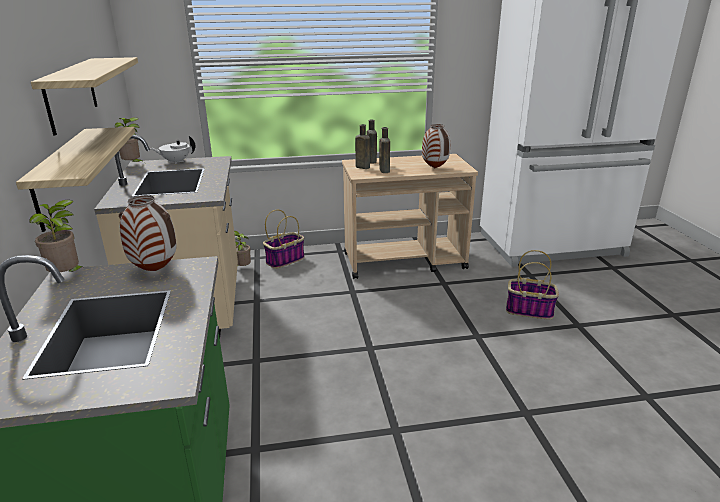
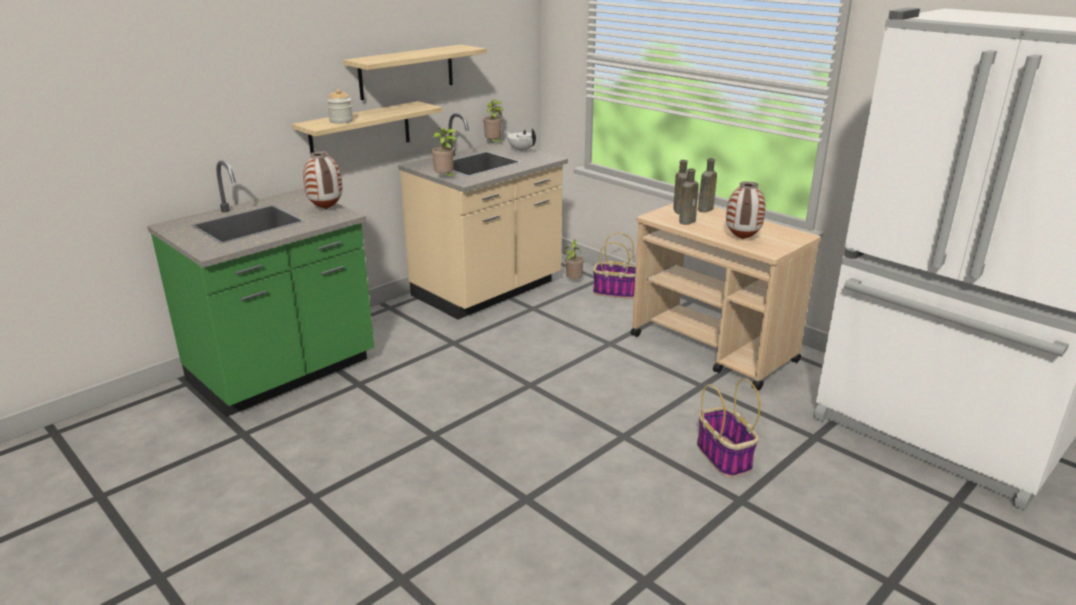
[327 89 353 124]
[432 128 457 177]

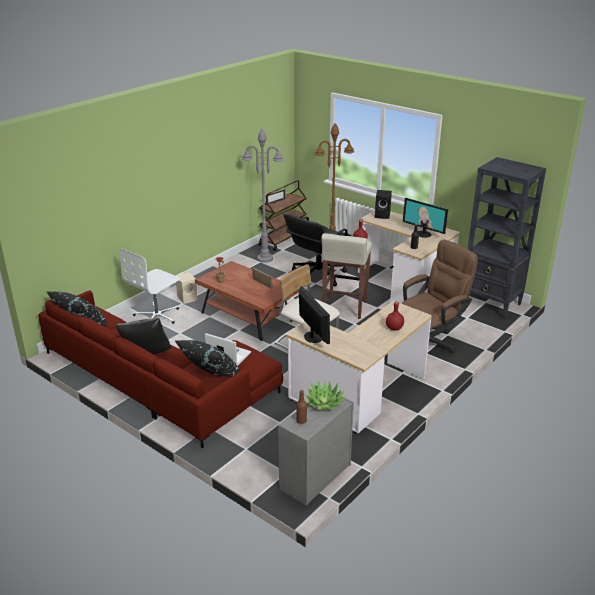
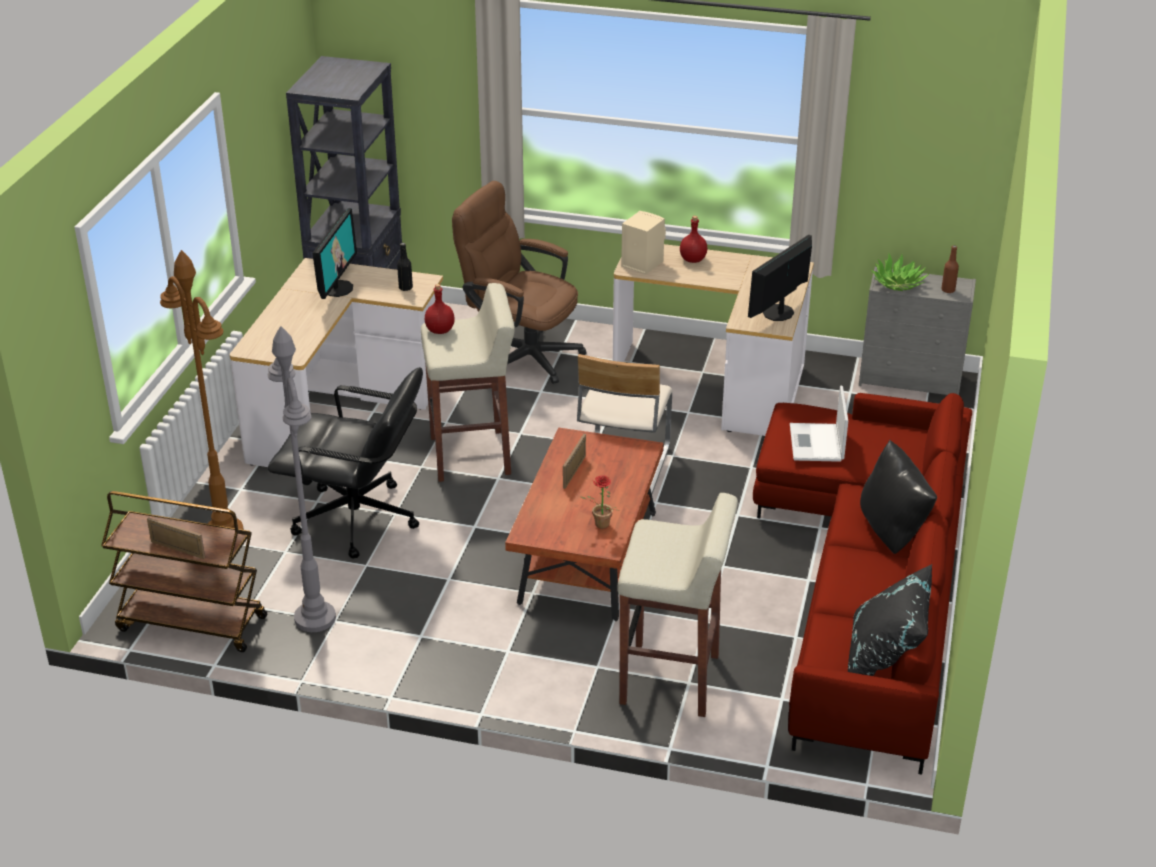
[617 493 738 717]
[621 211 666 274]
[174 340 240 377] (first image)
[375 190 392 219] (first image)

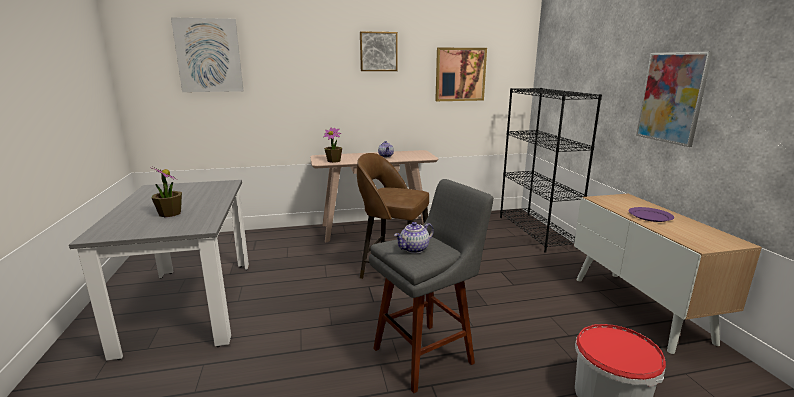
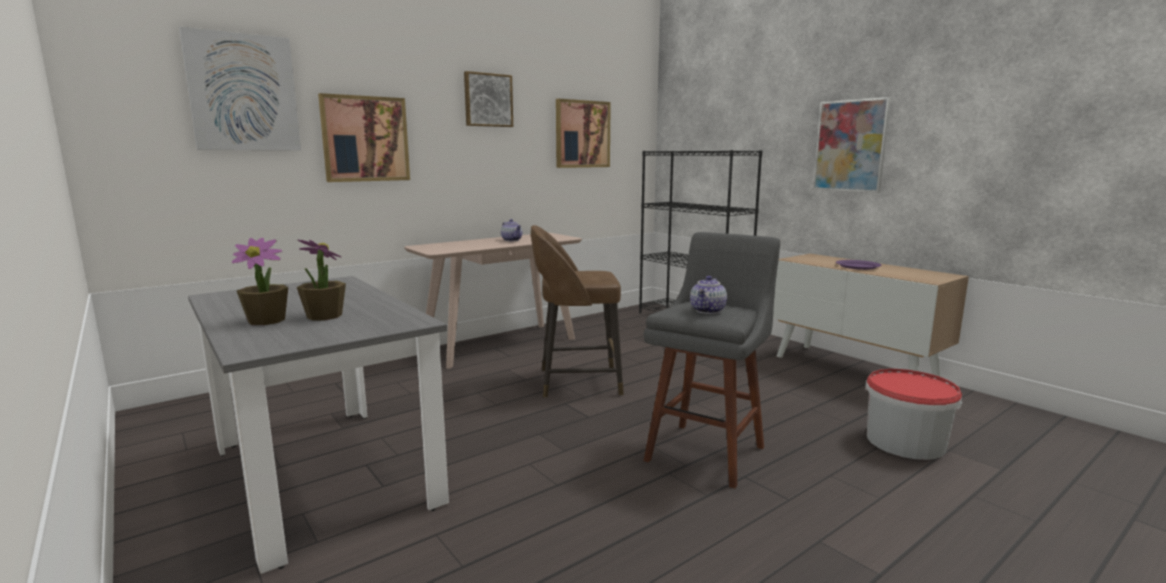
[231 238 288 325]
[318 93 410 182]

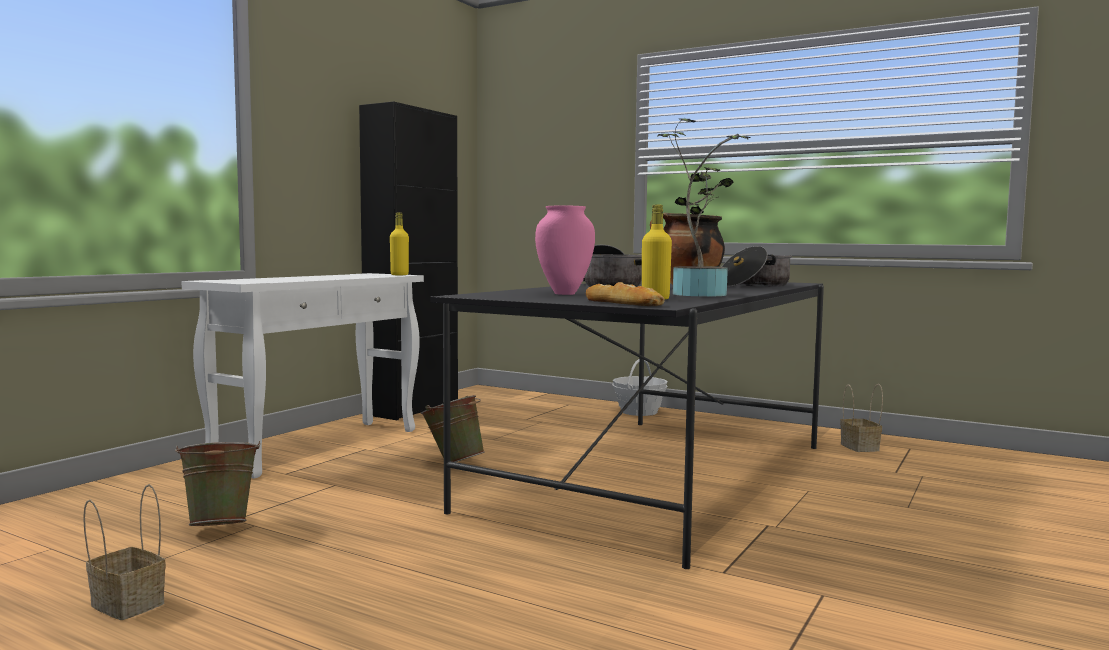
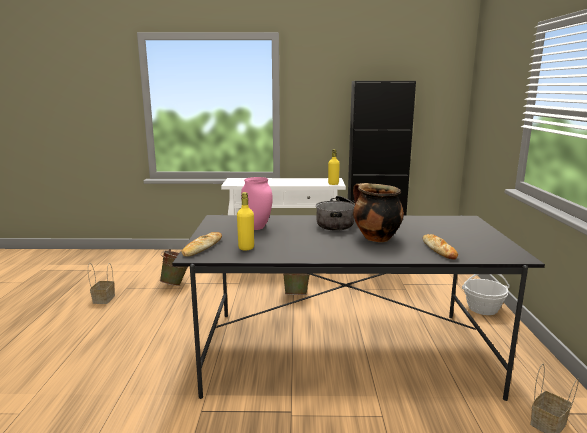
[423 234 458 260]
[657 118 750 296] (first image)

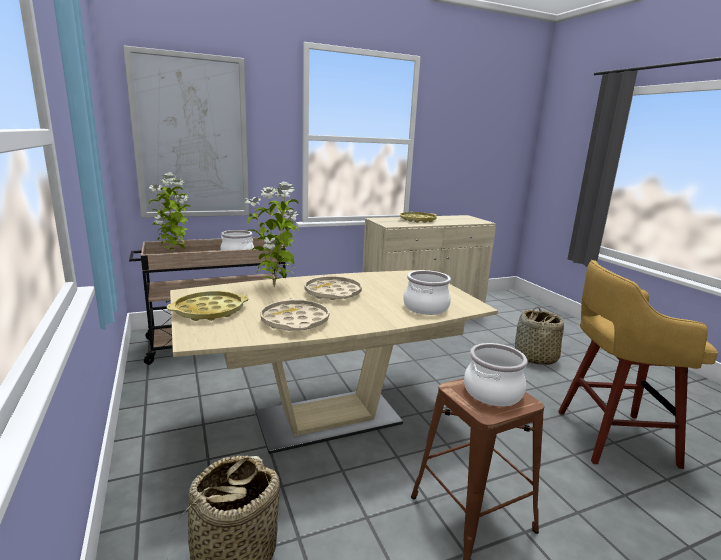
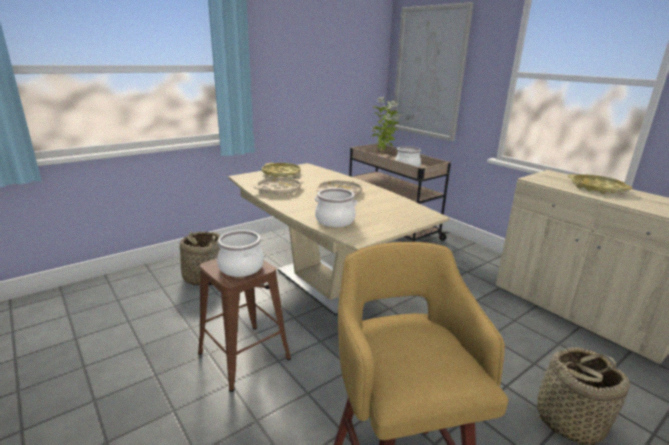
[244 182 299 287] (first image)

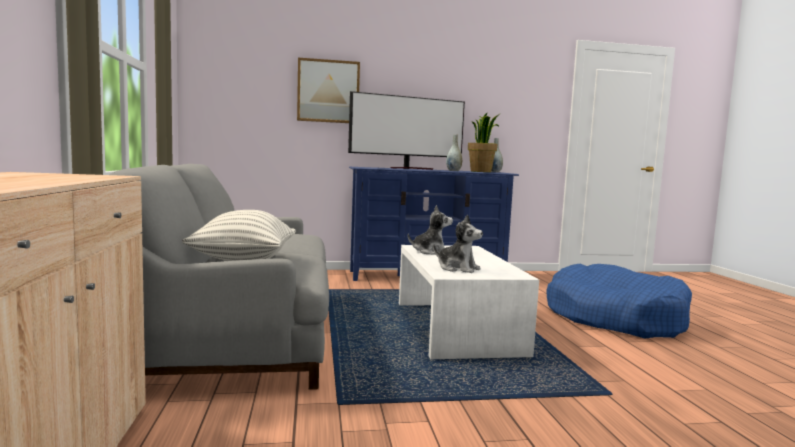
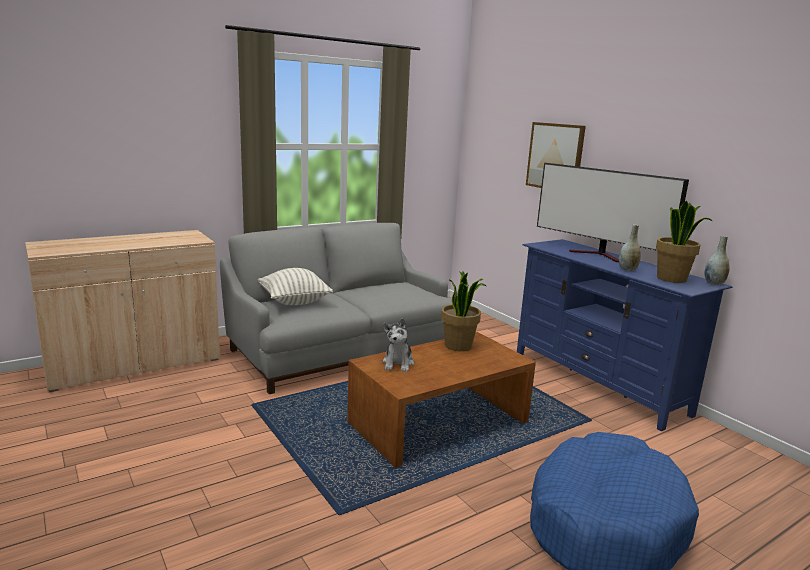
[347 332 536 468]
[441 271 486 351]

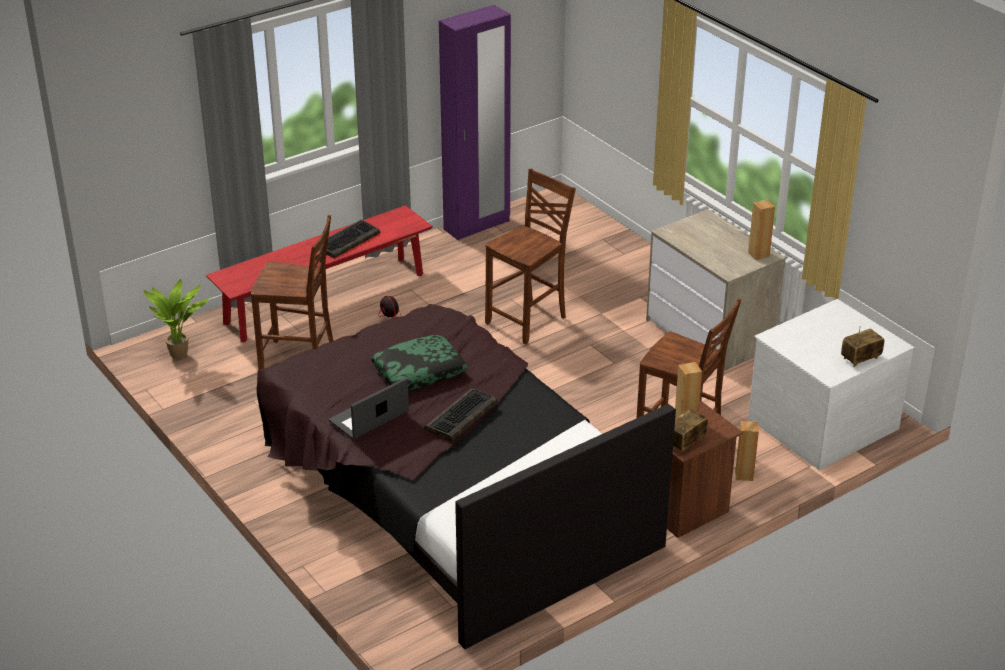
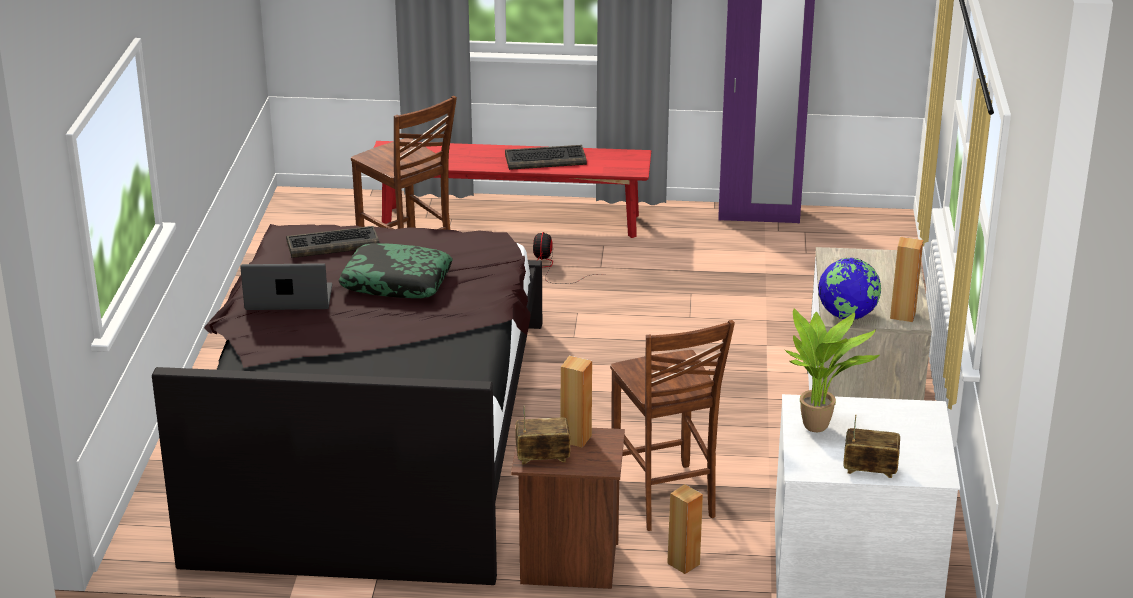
[286 226 379 258]
[785 309 879 432]
[818 258 881 320]
[485 168 576 344] (first image)

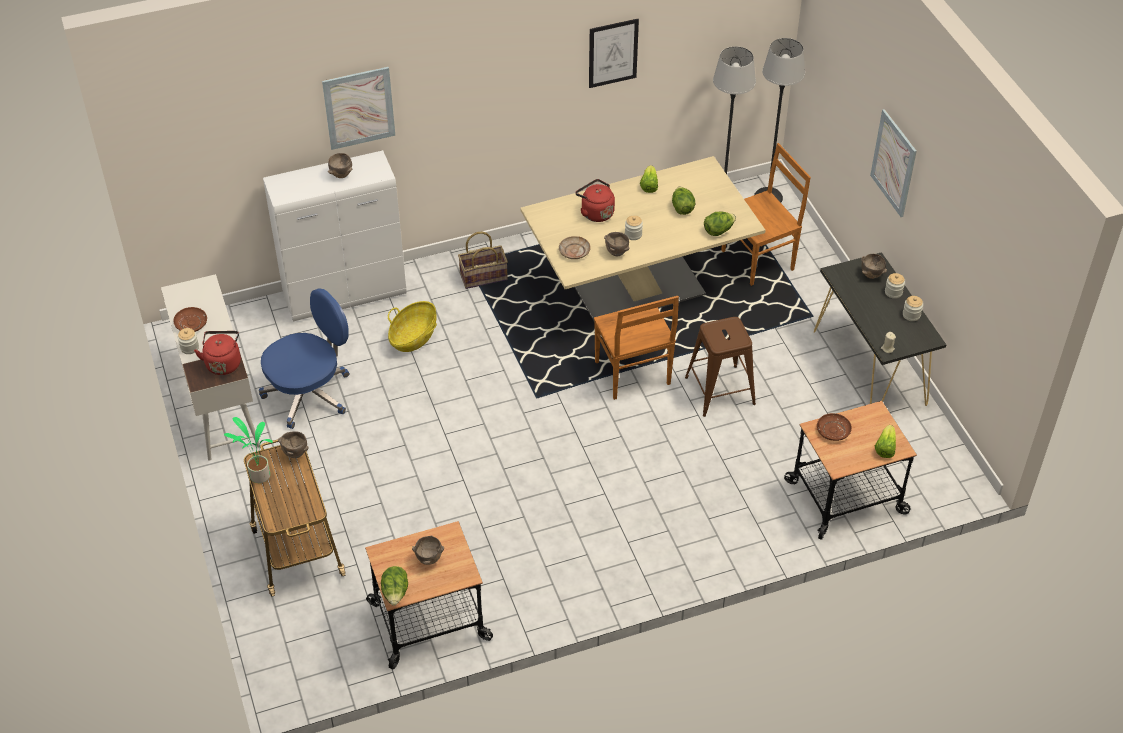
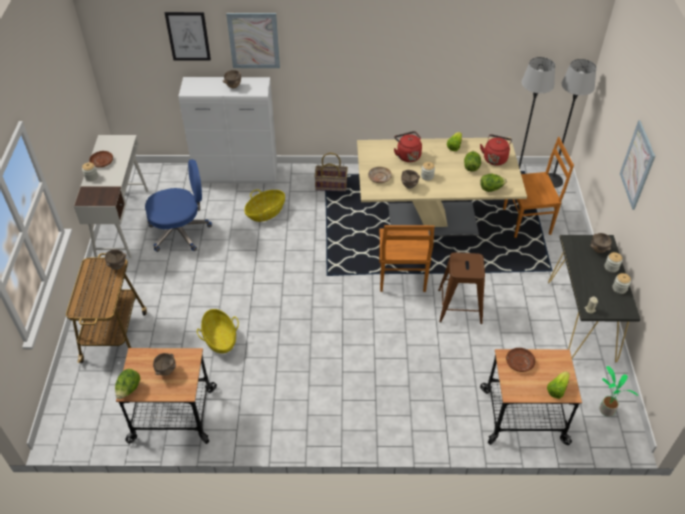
[165 12 211 60]
[197 309 239 354]
[480 134 512 166]
[600 366 638 417]

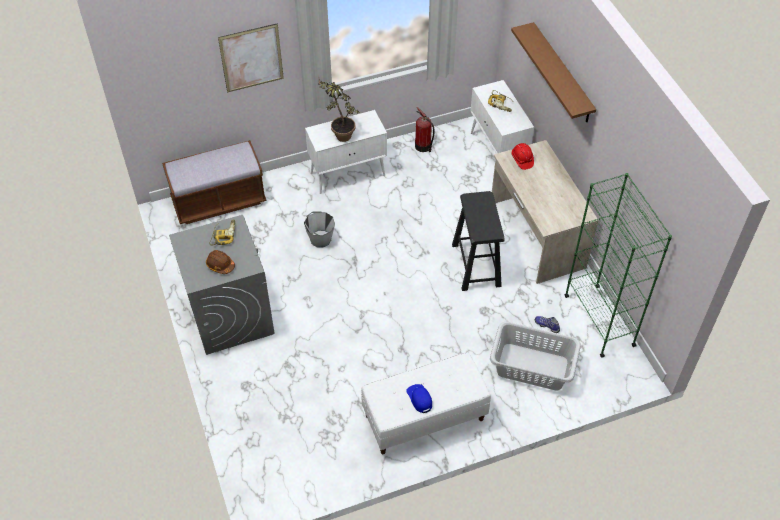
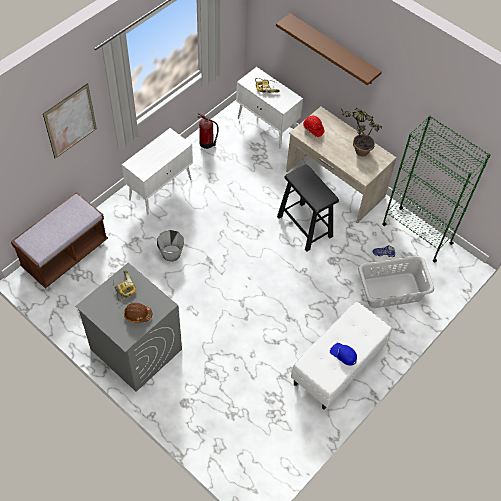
[341 108 382 156]

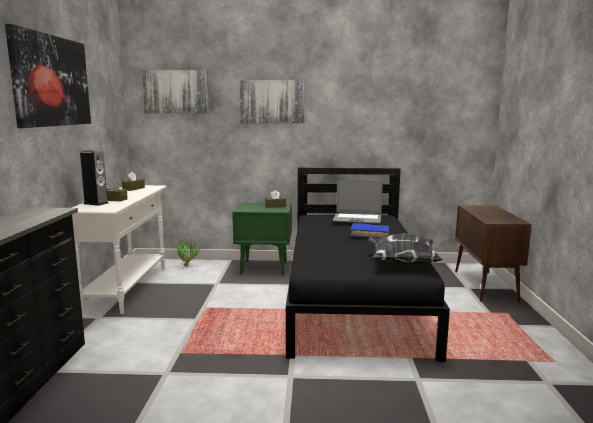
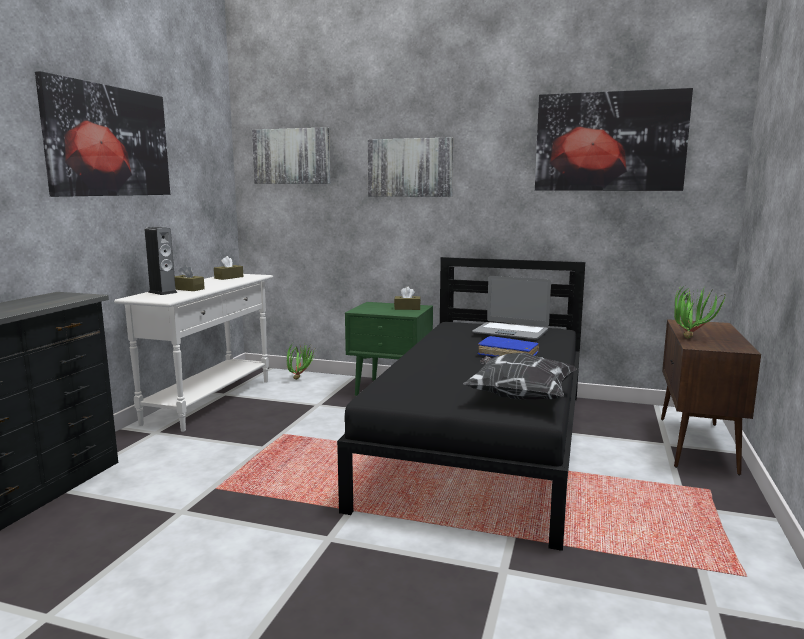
[535 88 693 191]
[674 284 726 339]

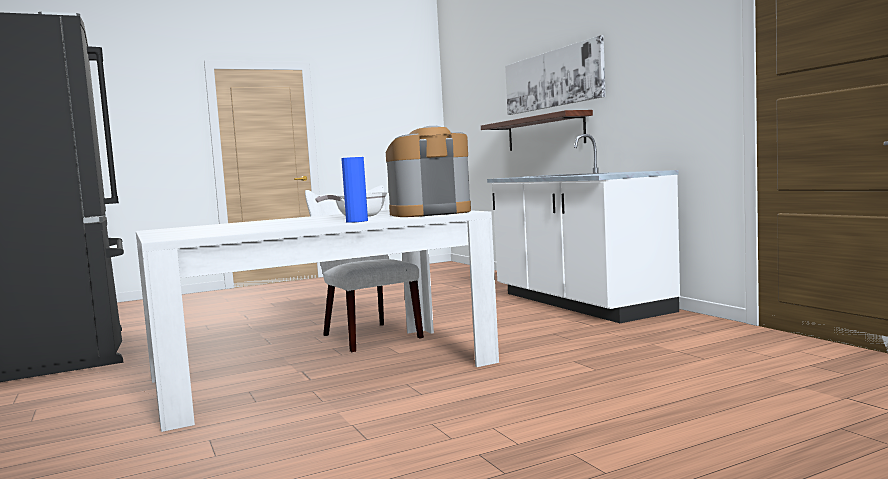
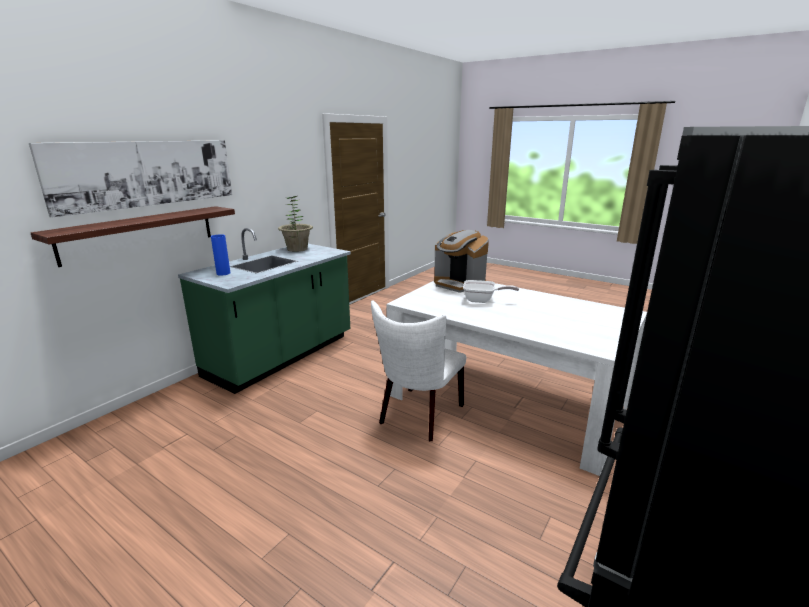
[178 228 351 394]
[211 234 230 276]
[278 196 313 252]

